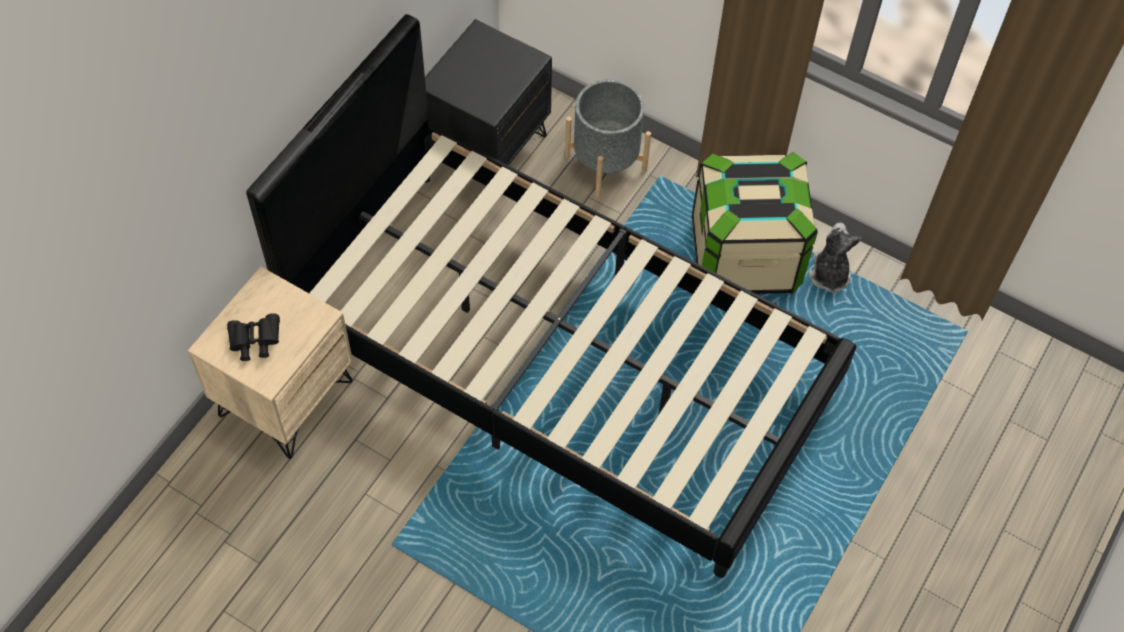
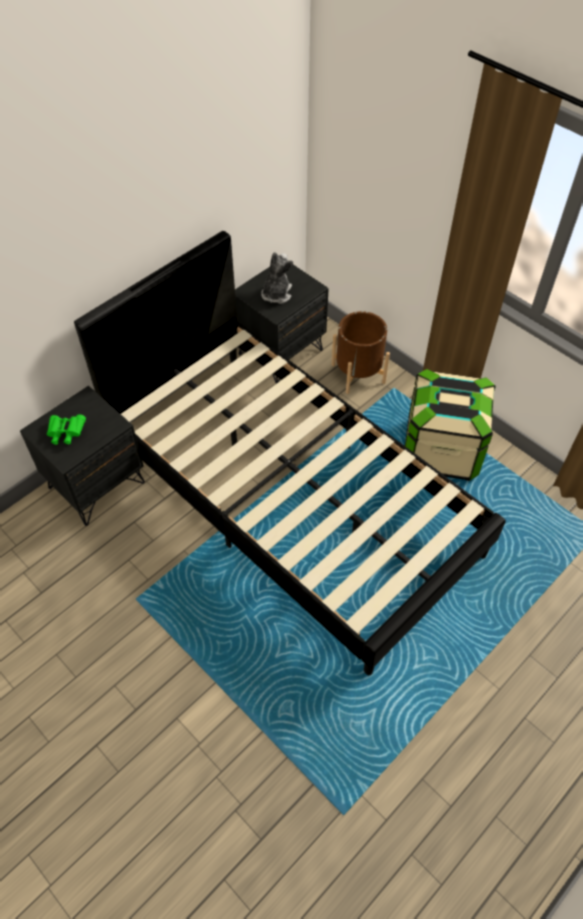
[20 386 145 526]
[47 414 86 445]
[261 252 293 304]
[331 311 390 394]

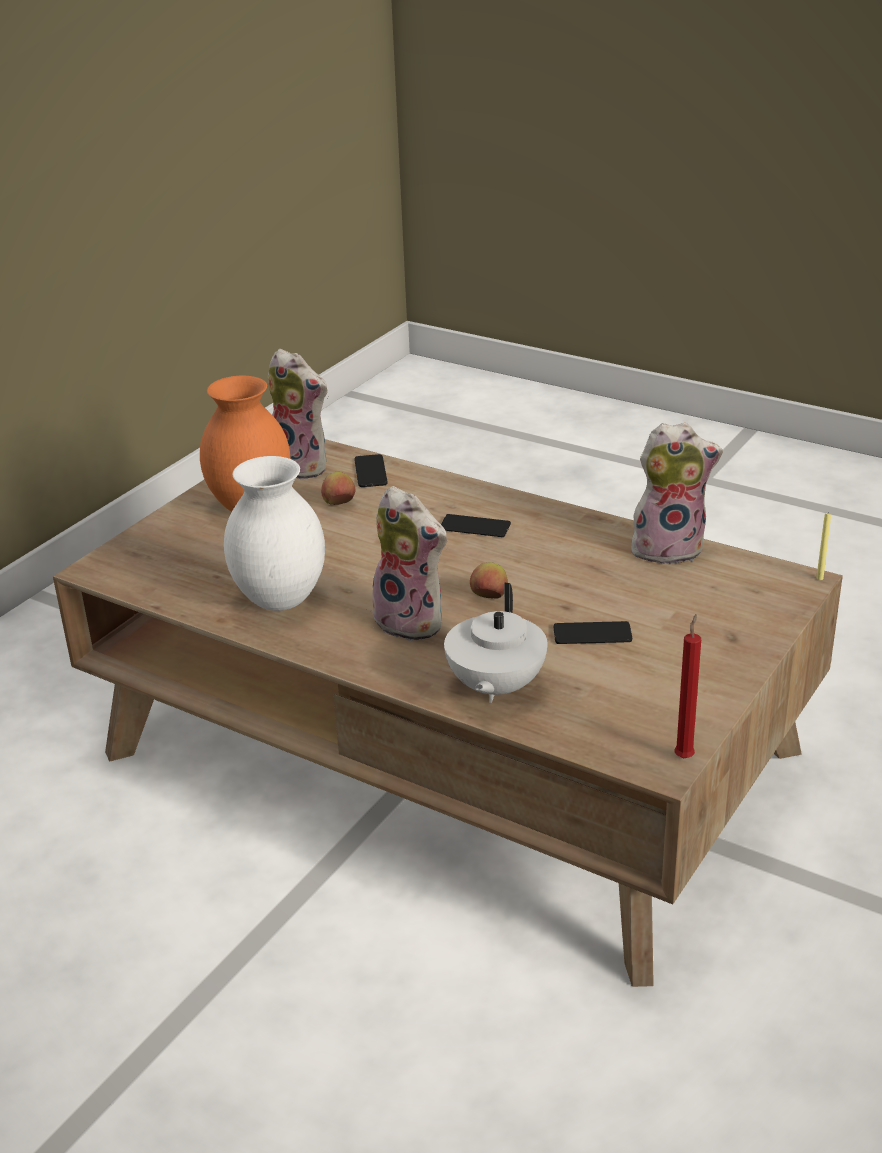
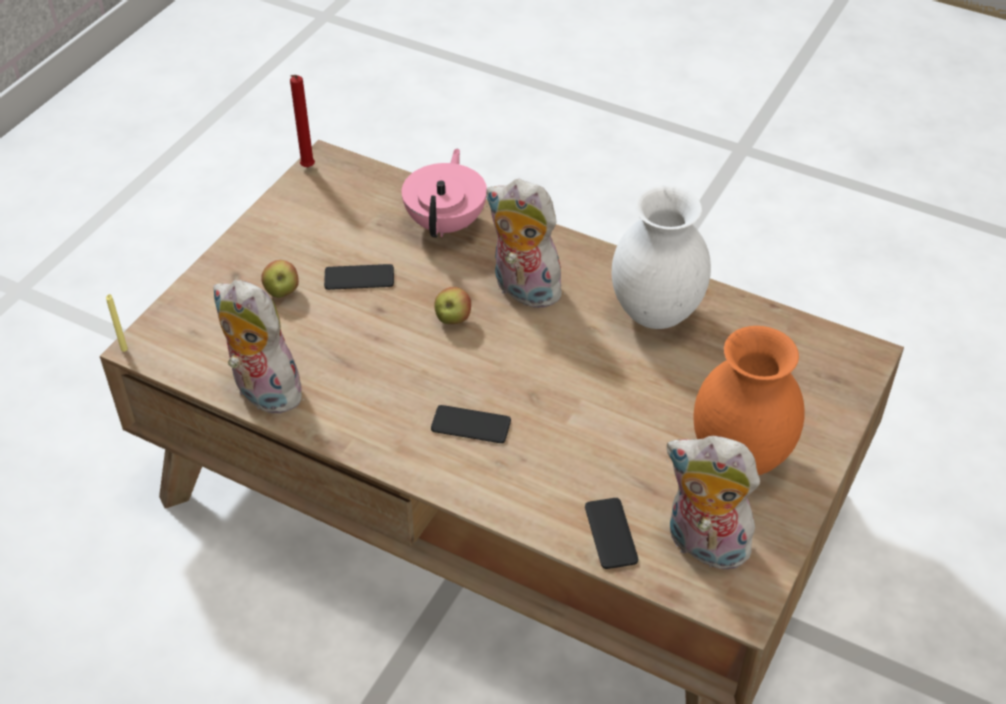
[213 280 308 413]
[261 260 299 298]
[402 149 487 237]

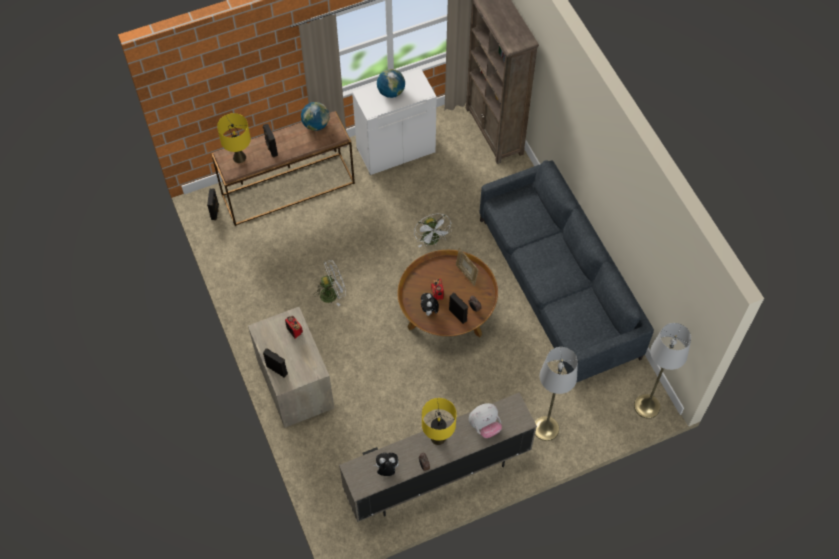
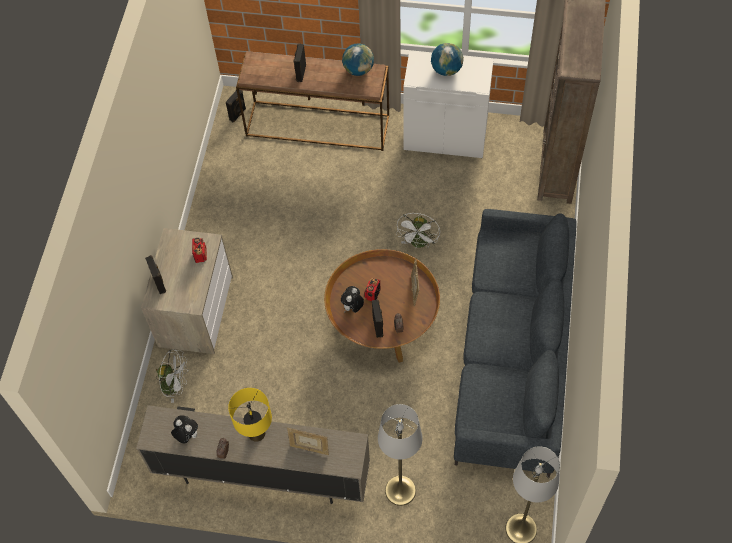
[156 349 189 403]
[287 428 329 455]
[217 113 251 163] (first image)

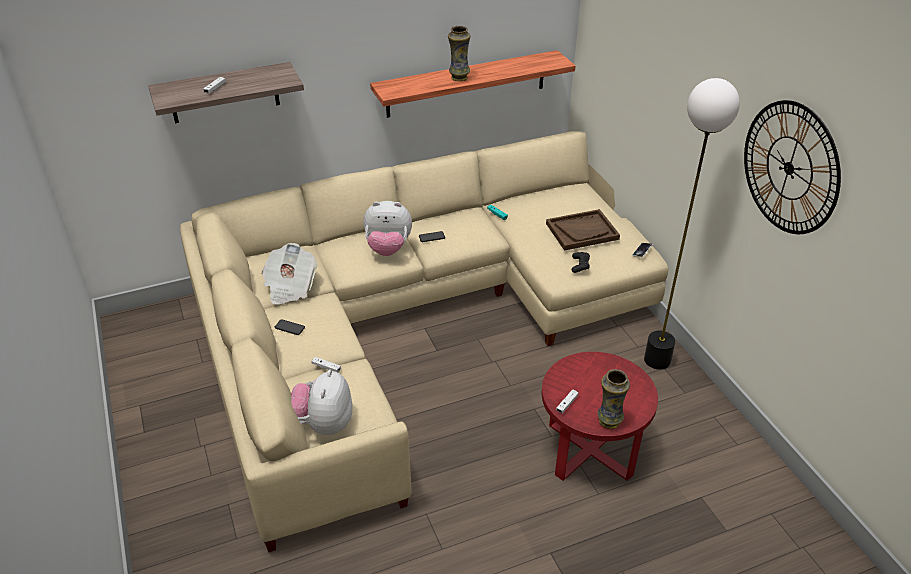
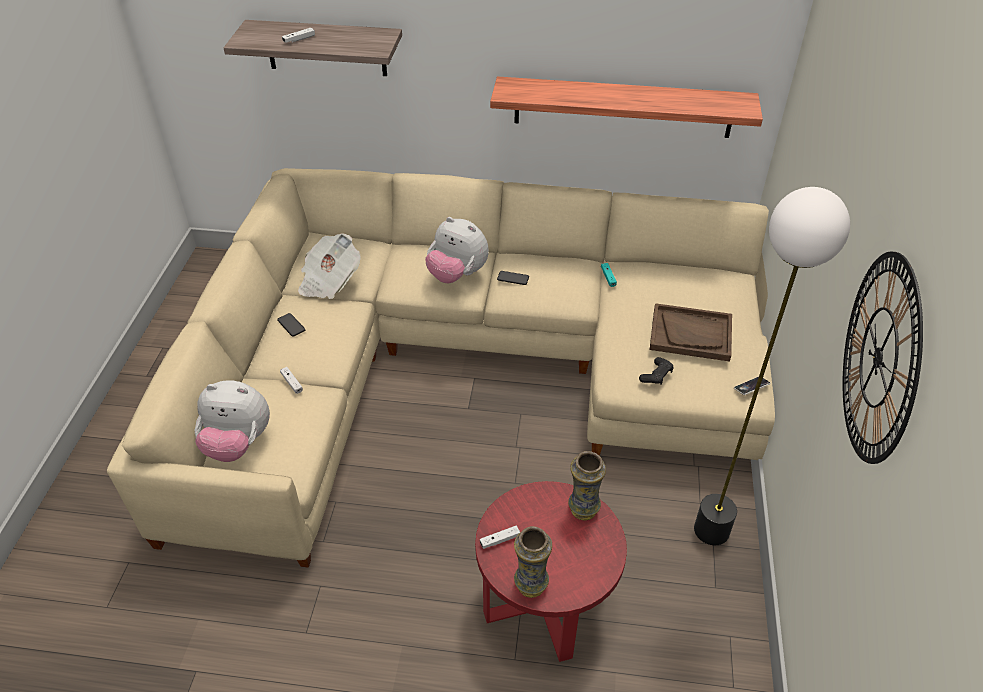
[195 380 270 462]
[568 451 606 521]

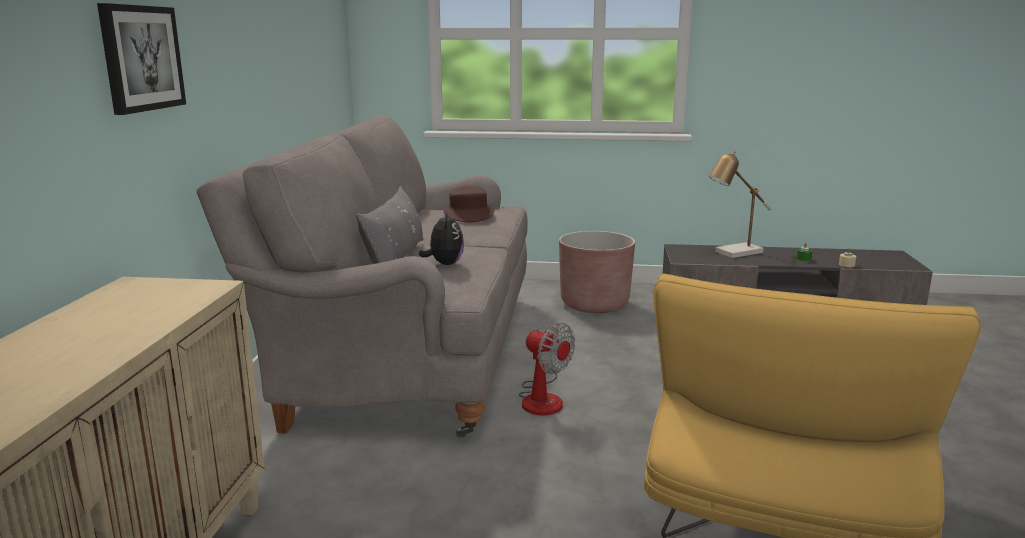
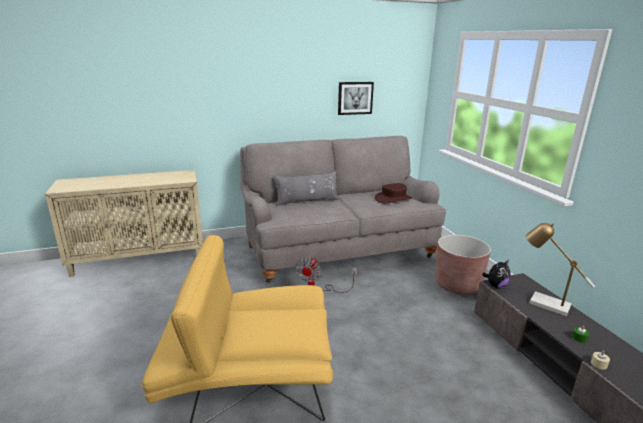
[338 82 374 115]
[482 260 511 288]

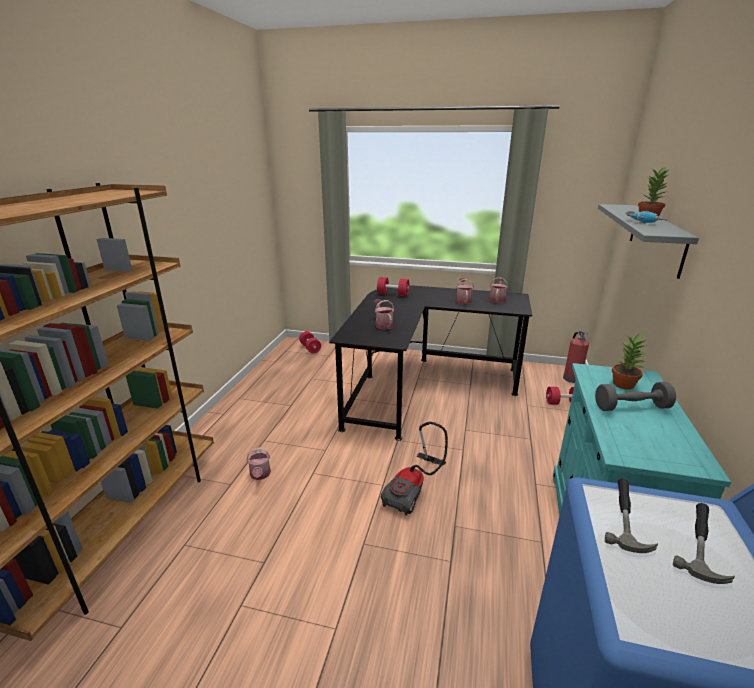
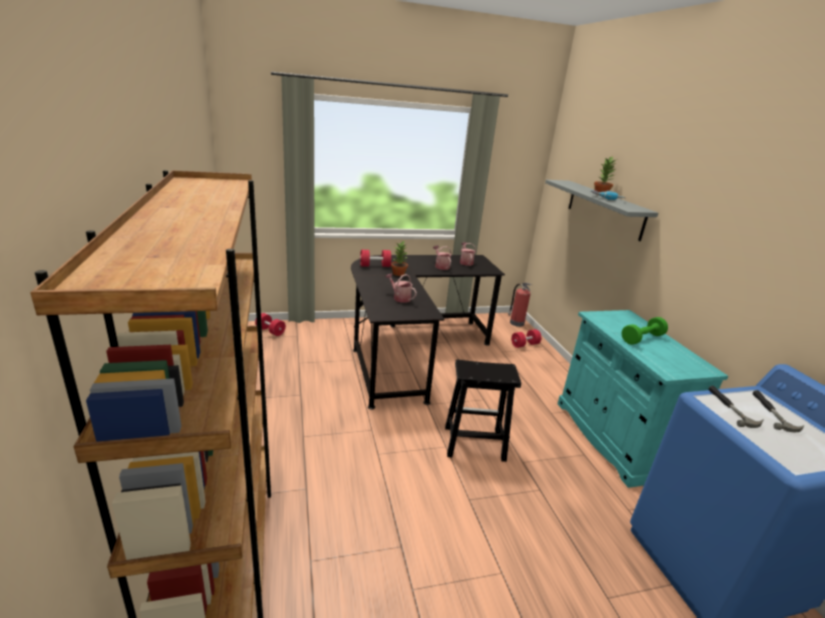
[391 240 408 276]
[445 360 521 462]
[622 317 668 345]
[246 448 271 480] (first image)

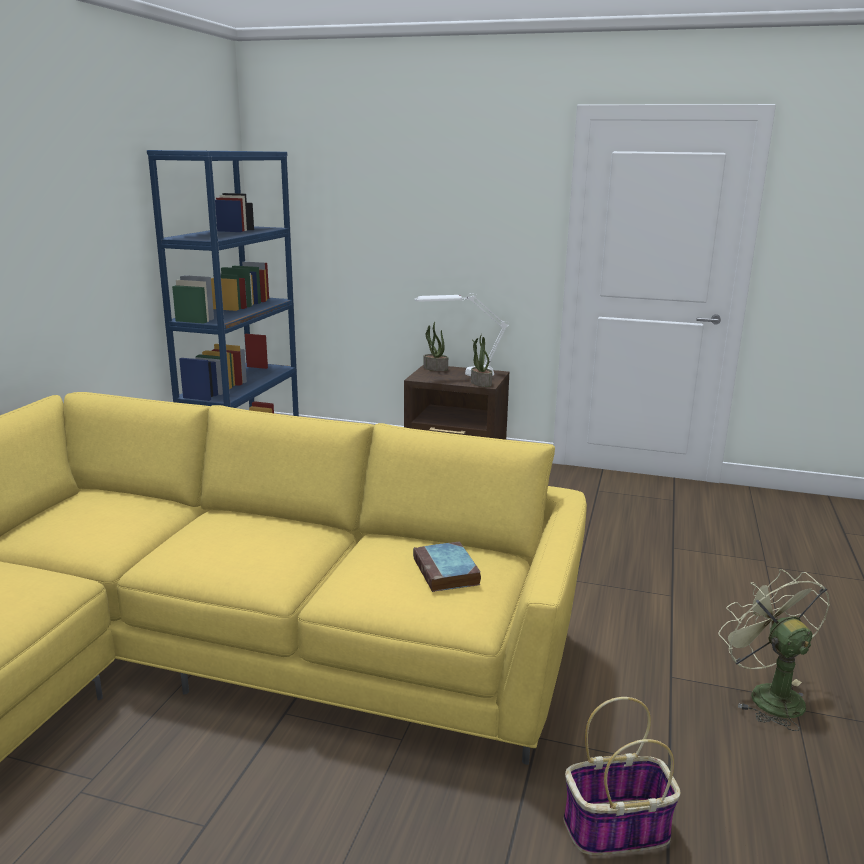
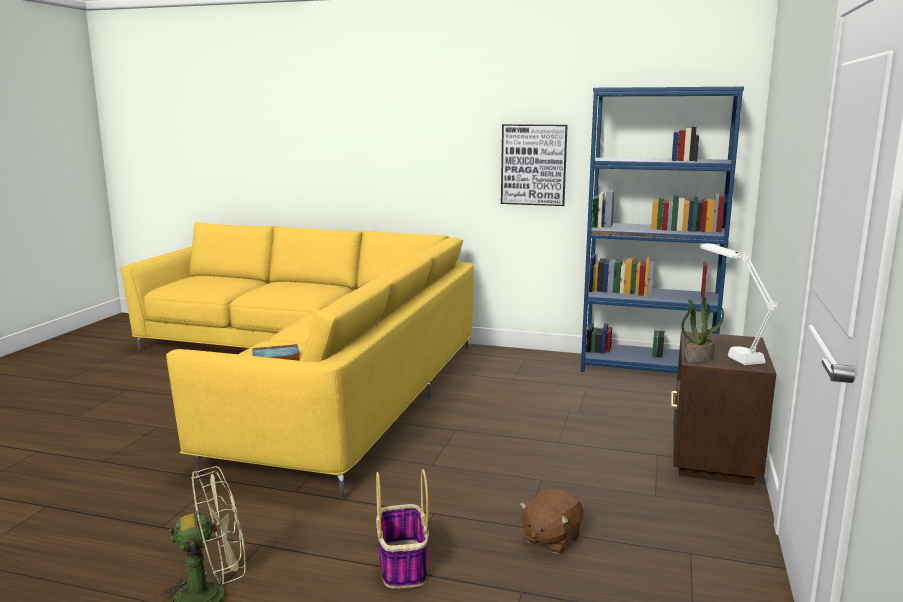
[376 469 429 589]
[501 124 568 206]
[519 489 583 554]
[423 322 448 371] (first image)

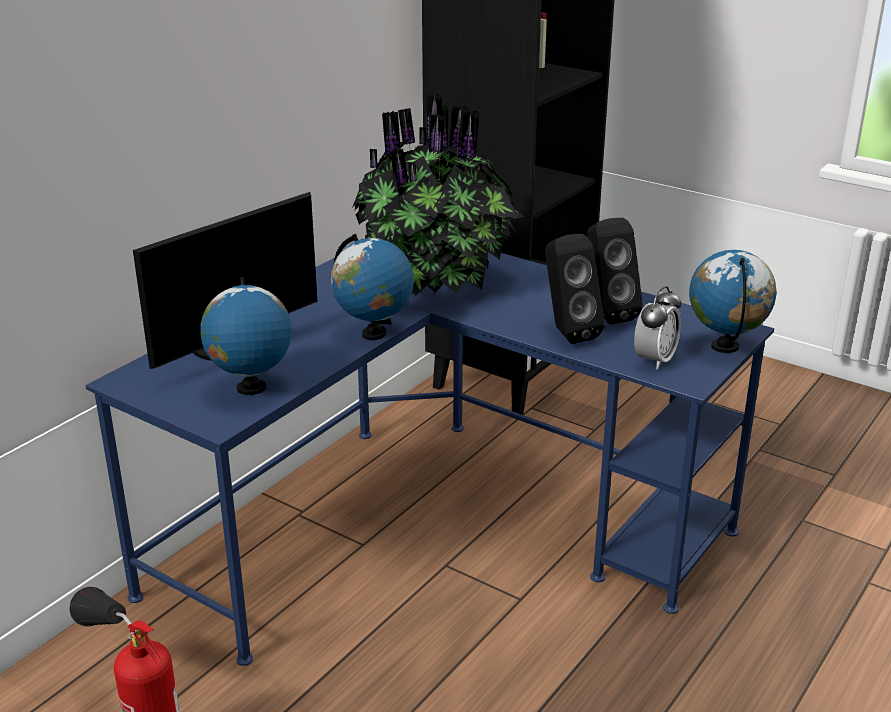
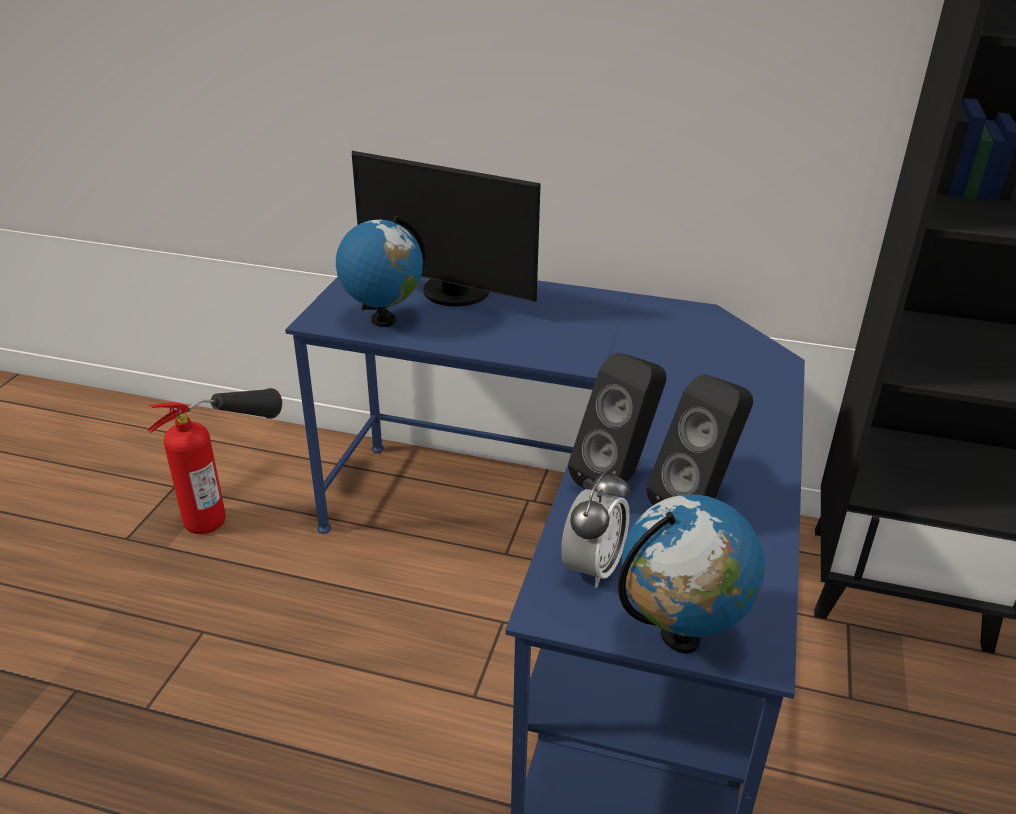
[561 470 630 588]
[331 234 414 340] (first image)
[353 94 524 295] (first image)

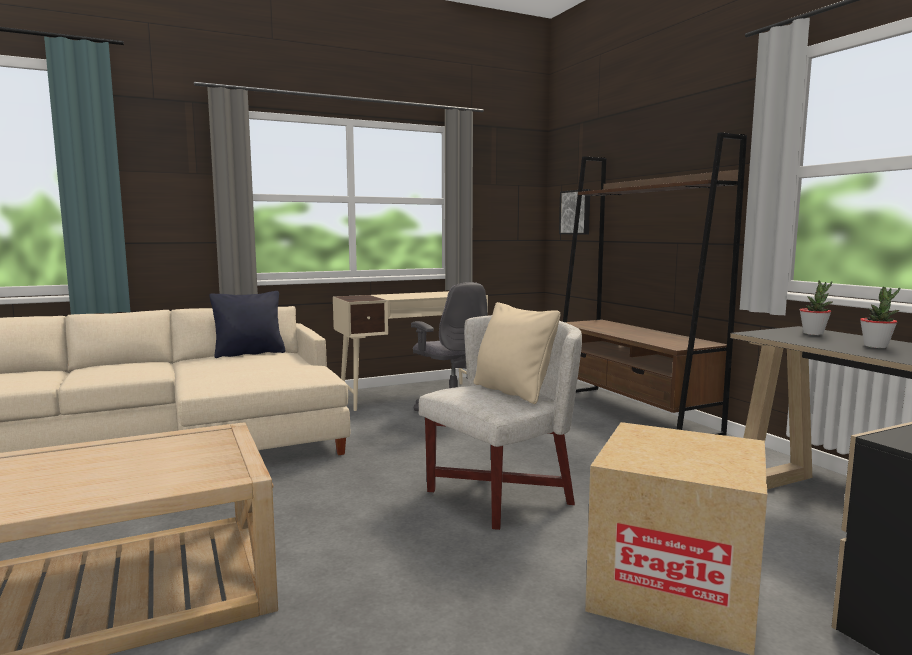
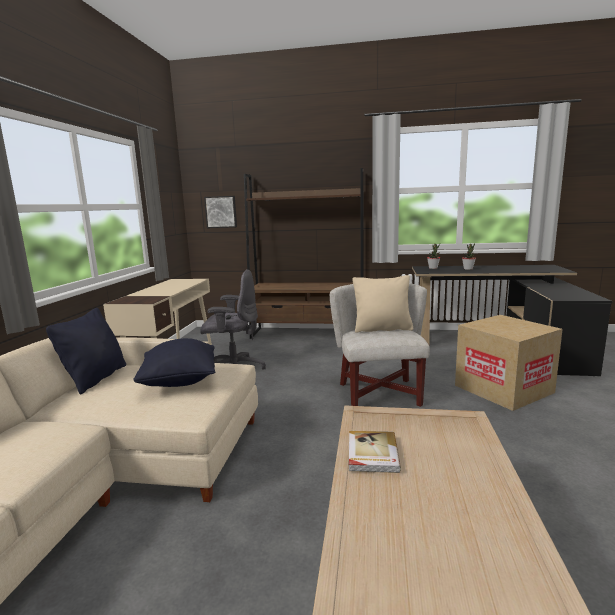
[133 338 215 387]
[349 431 401 473]

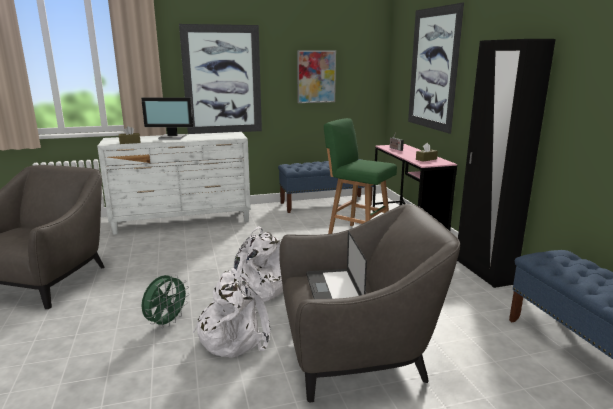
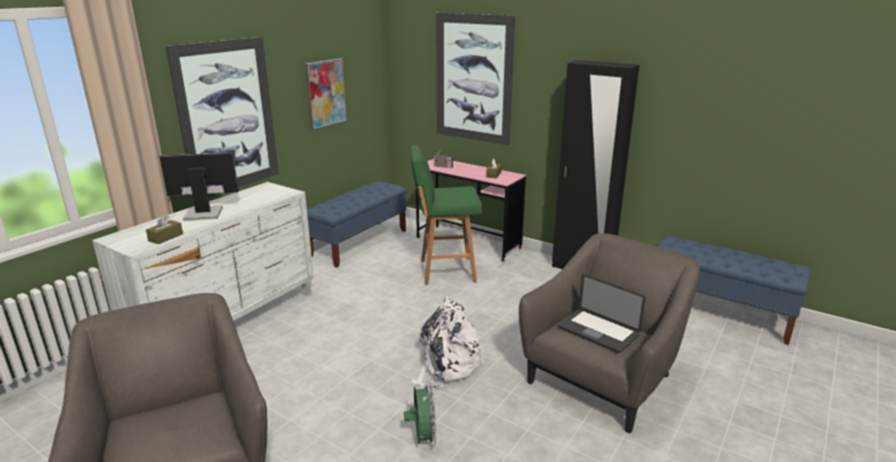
[160 152 239 221]
[193 268 271 358] (first image)

